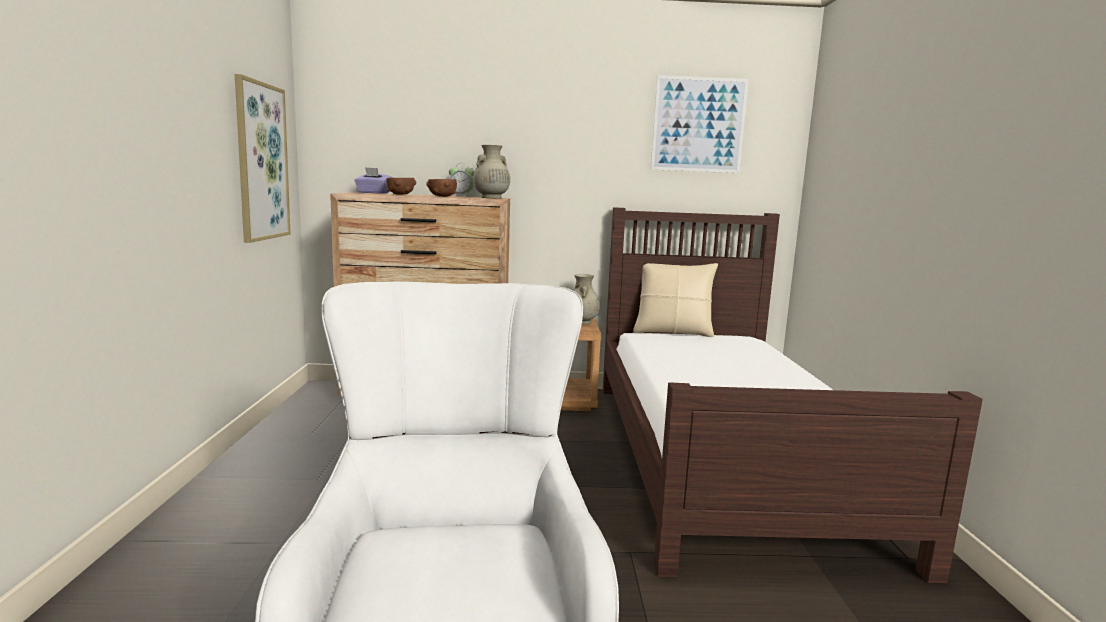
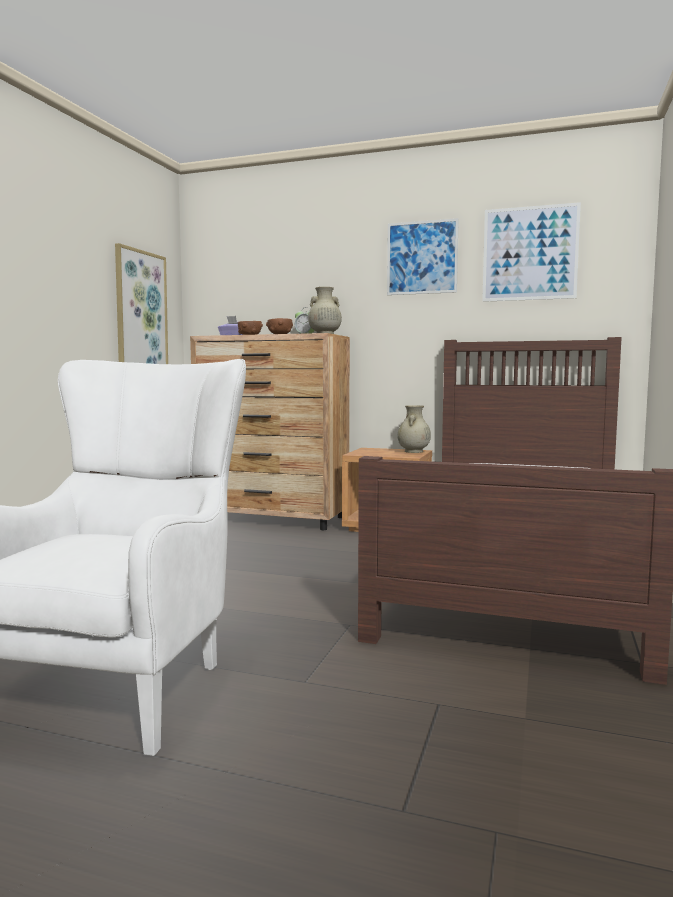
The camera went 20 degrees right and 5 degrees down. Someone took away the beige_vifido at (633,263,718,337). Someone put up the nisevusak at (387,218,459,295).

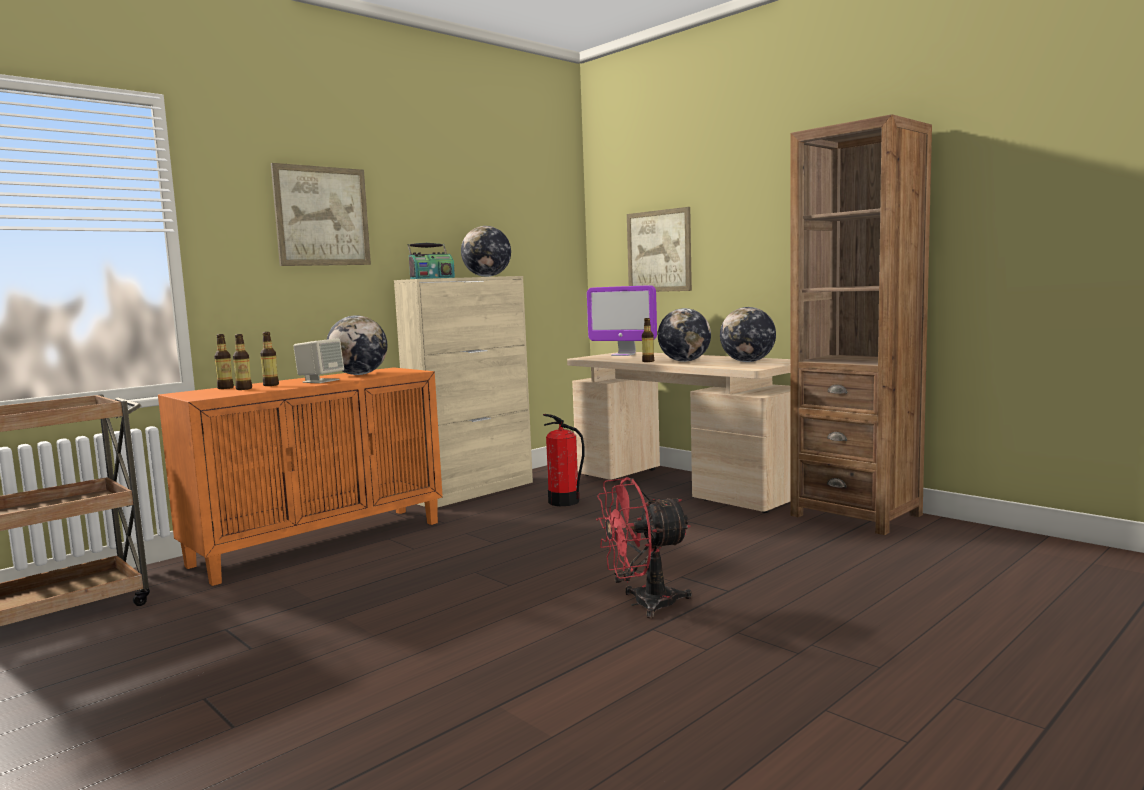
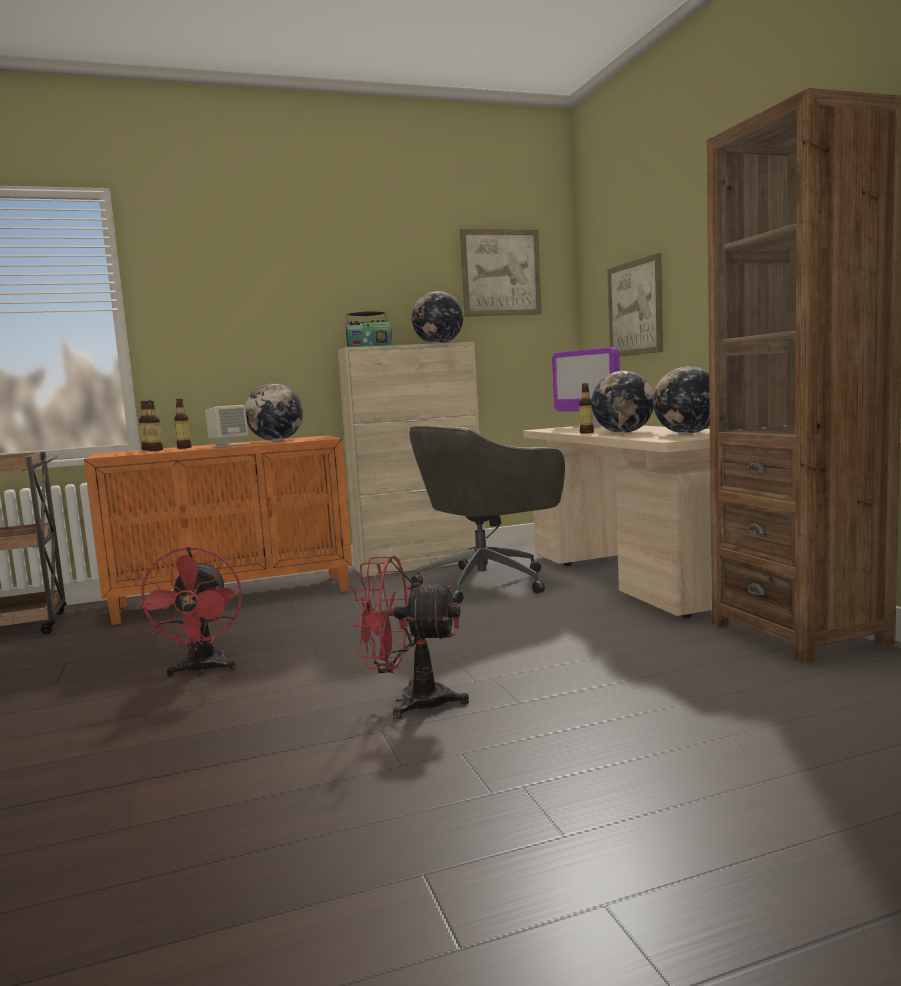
The camera went 25 degrees right and 0 degrees up. Someone carried the nisevusak from (271,163,371,266) to (460,229,542,317). Someone swapped the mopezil at (543,414,585,506) for the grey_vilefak at (409,426,565,603). Someone put down the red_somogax at (136,547,242,677).

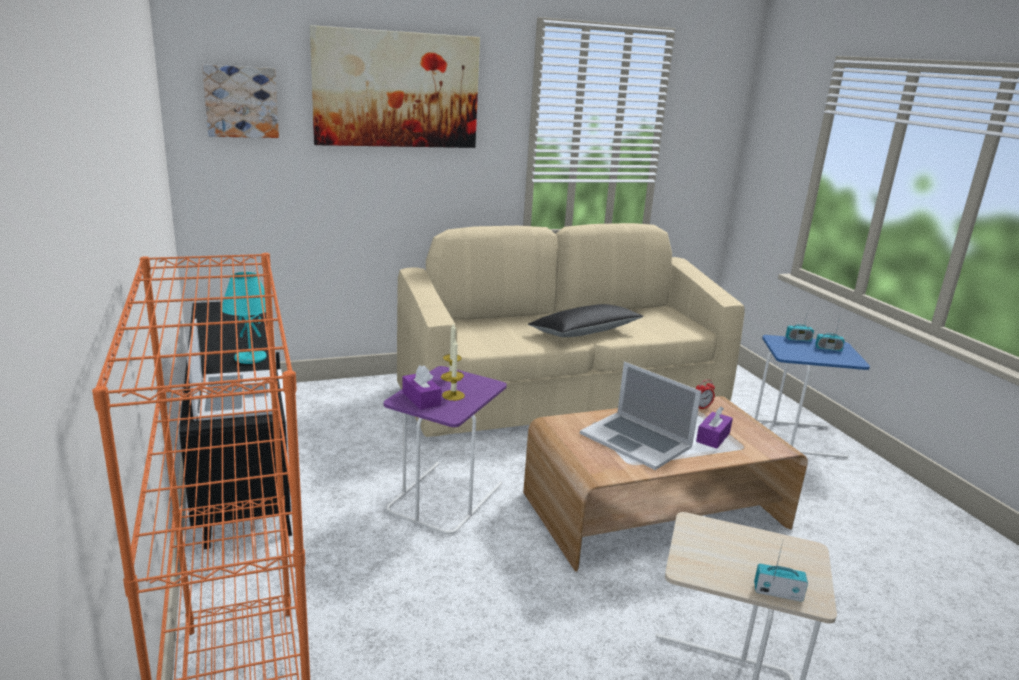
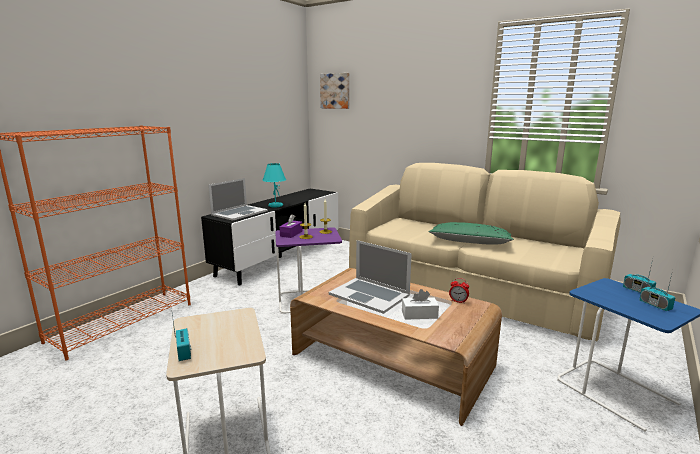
The camera went 55 degrees right and 5 degrees down. Someone took away the nisevusak at (310,25,480,148). Someone repainted the black_vifido at (528,304,644,337), which became the green_vifido at (428,222,514,245). Someone rotated the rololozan at (580,362,702,470) by 60 degrees counterclockwise. Someone repainted the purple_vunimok at (696,406,733,449), which became the white_vunimok at (402,289,439,320).

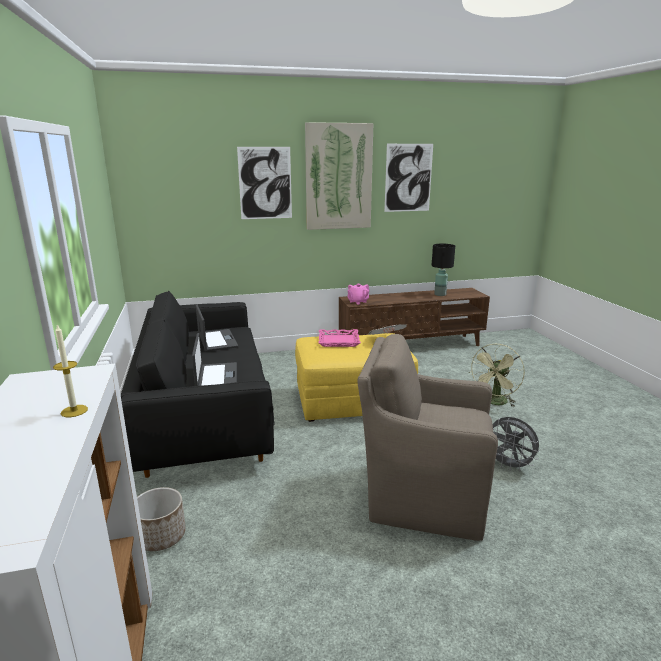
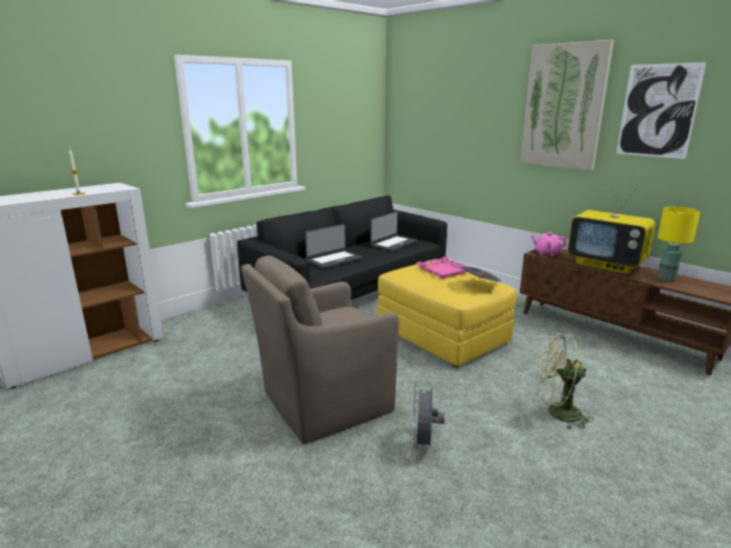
The camera went 60 degrees right and 0 degrees up. Someone took away the nisevusak at (237,147,292,219). Someone repainted the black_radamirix at (432,244,455,296), which became the yellow_radamirix at (657,207,700,282). Someone rotated the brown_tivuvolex at (357,334,498,541) by 105 degrees counterclockwise. Someone took away the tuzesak at (137,487,186,551). Someone put down the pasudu at (567,185,656,274).

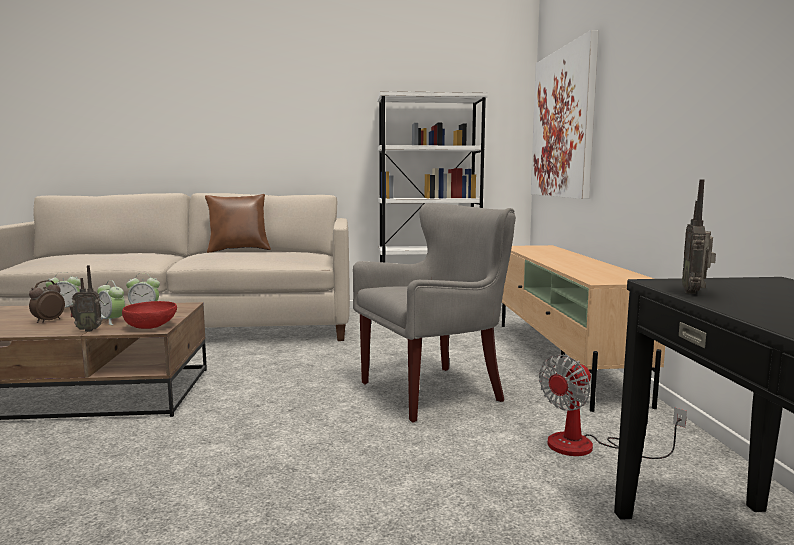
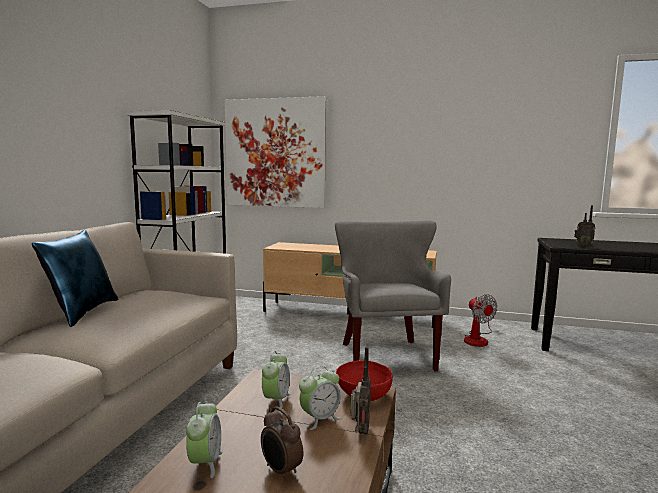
The camera went 70 degrees left and 0 degrees up. Someone repainted the brown_vifido at (205,194,271,253), which became the blue_vifido at (32,230,119,327).

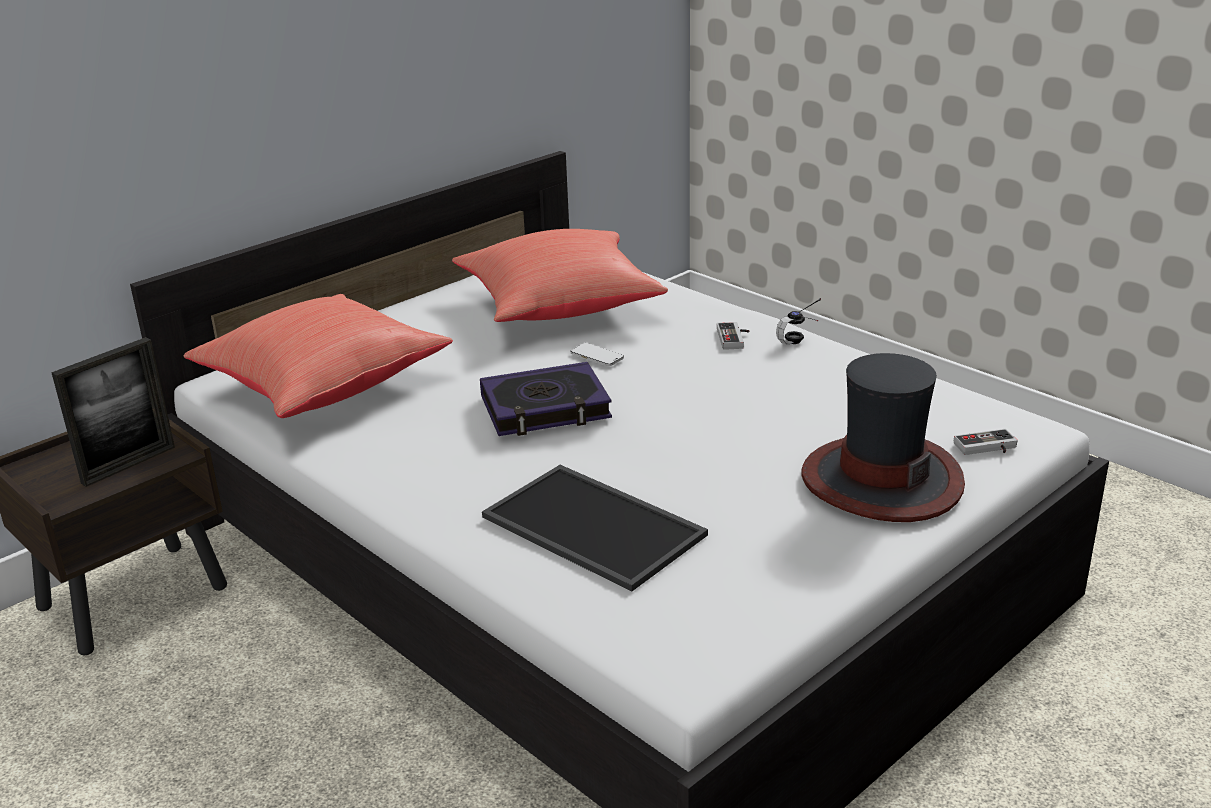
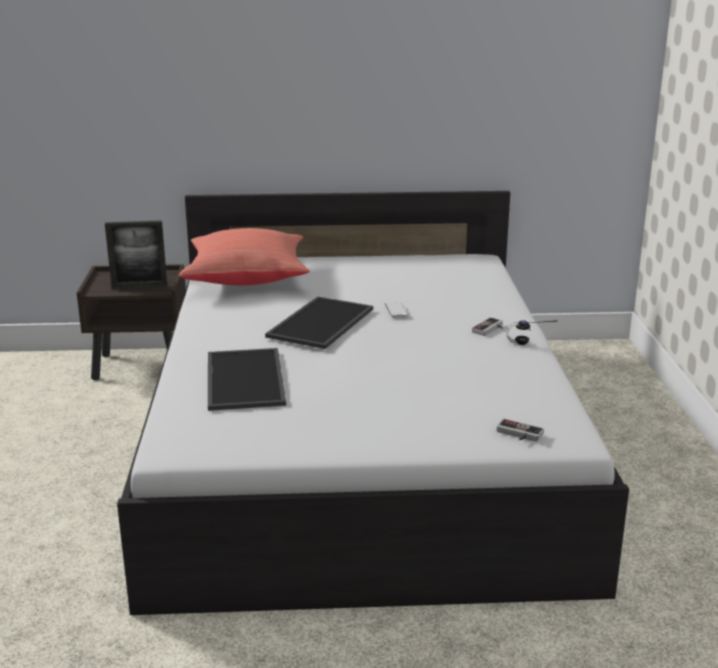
The camera went 40 degrees right and 5 degrees down. Someone took away the red_vifido at (452,229,668,322). Someone took away the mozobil at (802,353,965,522). Someone swapped the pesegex at (480,362,612,436) for the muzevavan at (265,296,373,349).

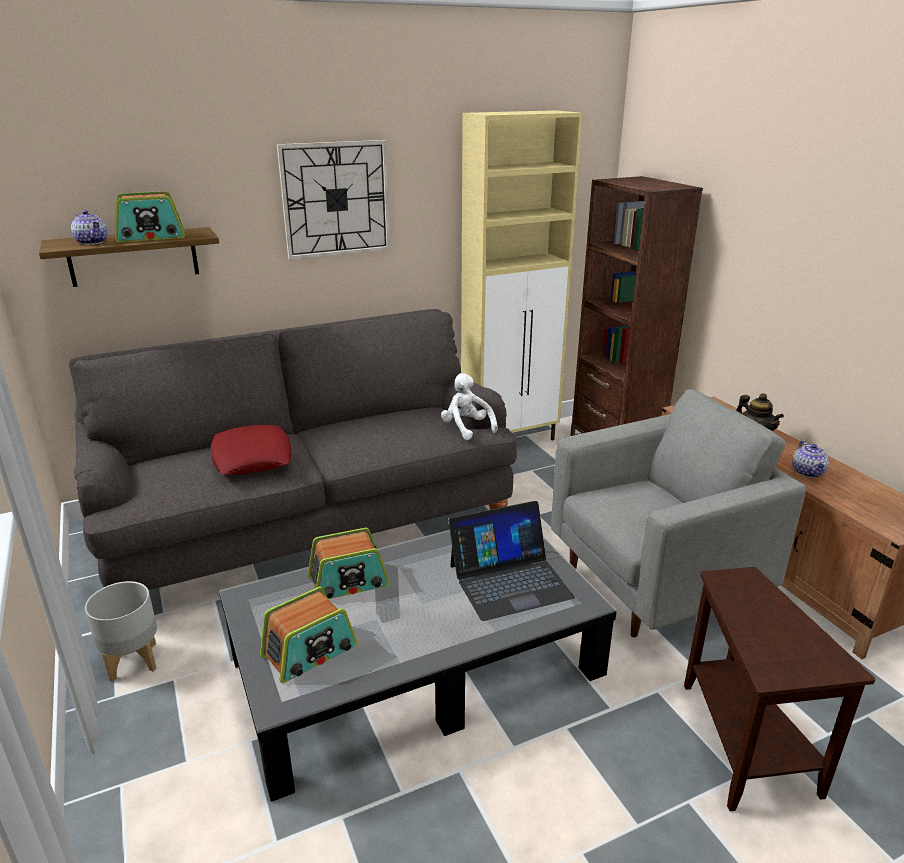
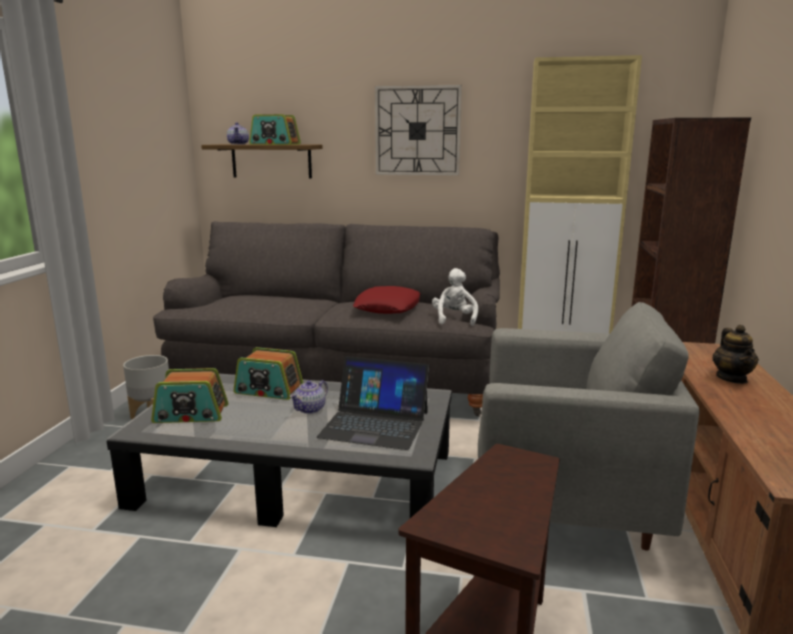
The camera went 35 degrees right and 10 degrees down. Someone carried the red_vifido from (211,425,291,475) to (353,286,420,314). Someone carried the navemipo from (792,440,829,478) to (290,380,328,414).

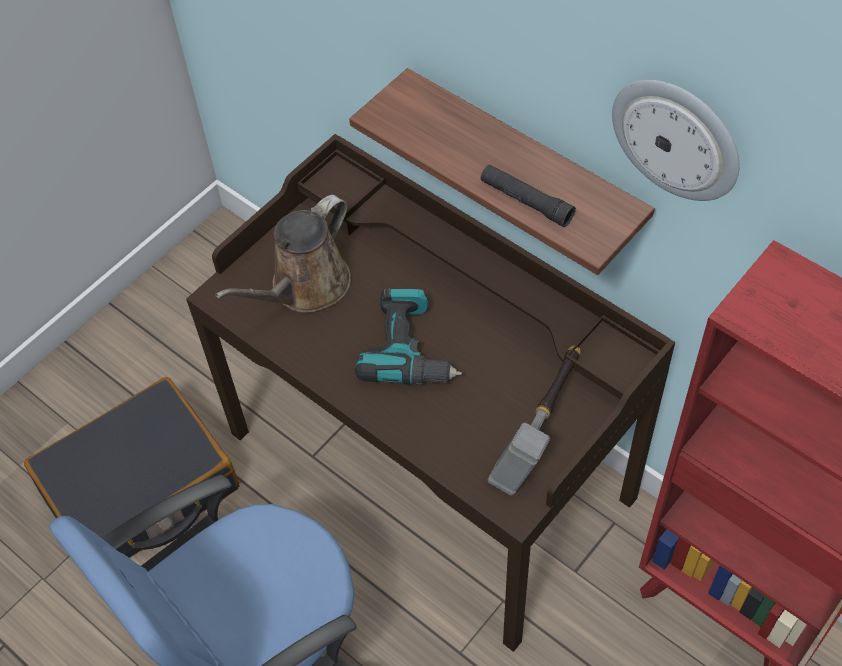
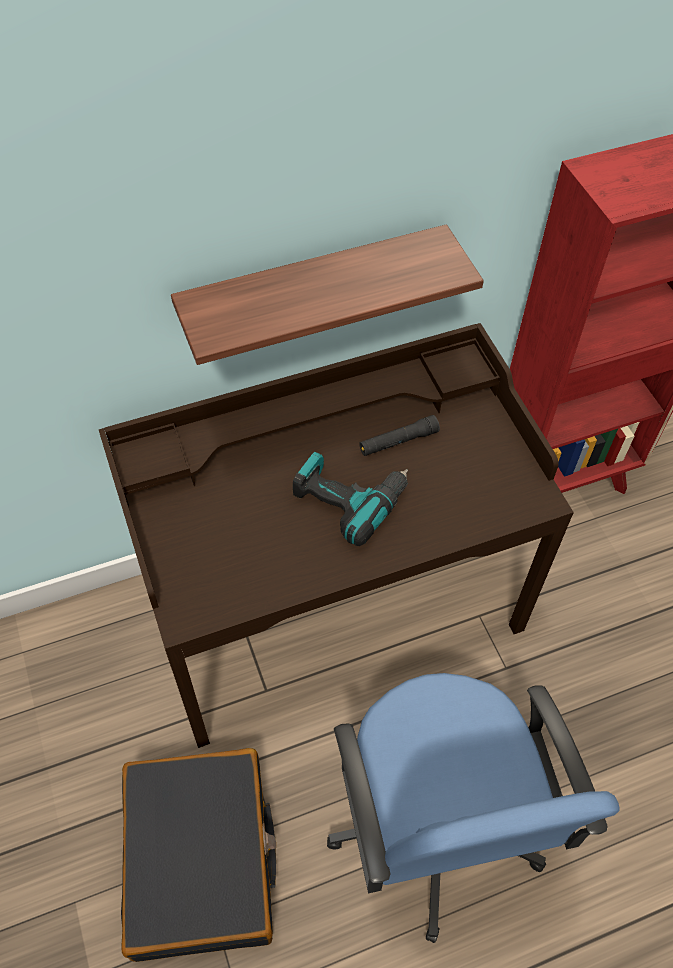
The camera went 65 degrees left and 0 degrees up. Someone took away the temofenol at (612,80,740,201). Someone carried the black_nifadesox from (481,165,576,227) to (359,415,440,456). Someone took away the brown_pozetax at (215,195,351,313). Someone took away the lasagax at (487,346,581,496).

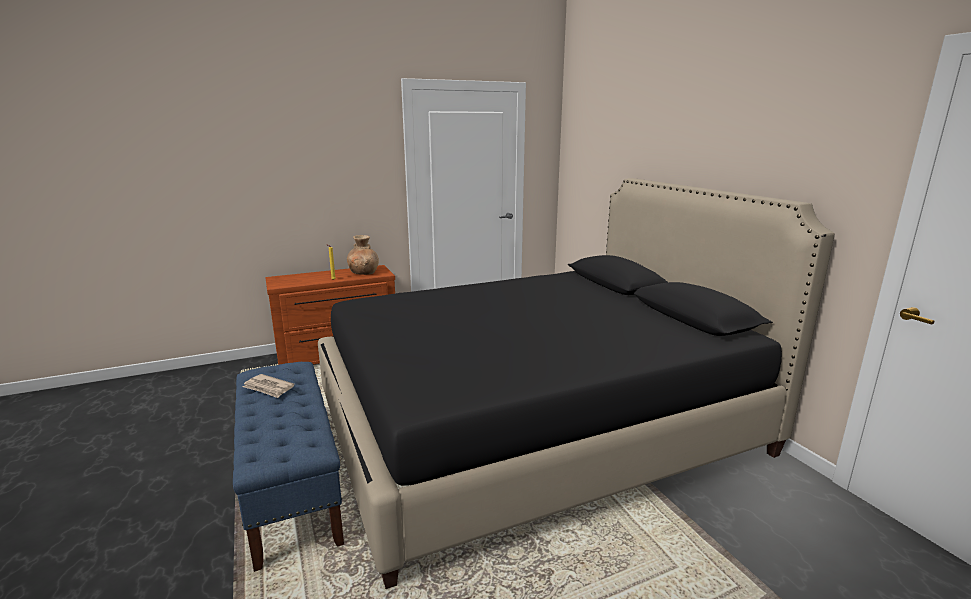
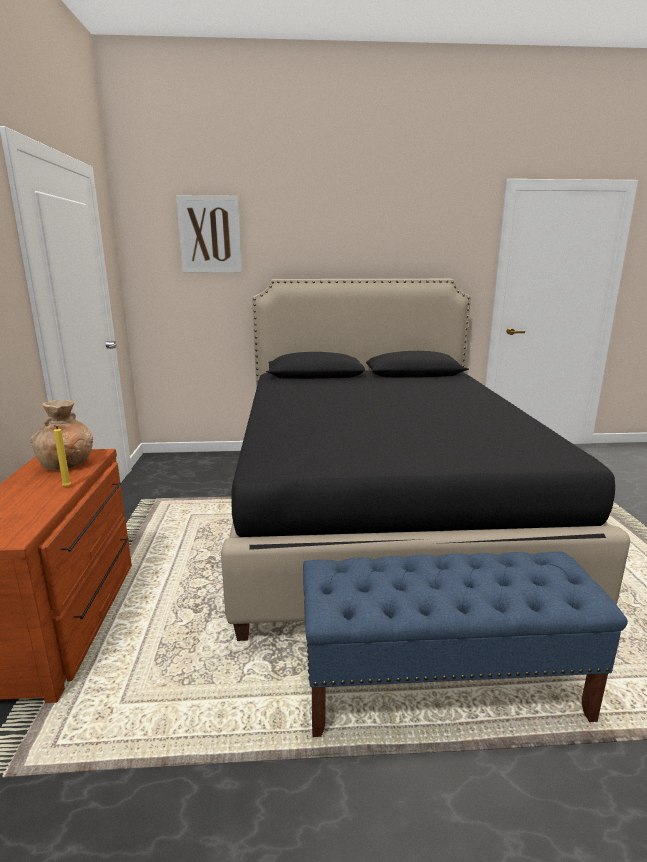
The camera went 70 degrees left and 0 degrees up. Someone took away the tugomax at (243,374,295,398). Someone put up the nisevusak at (176,195,242,273).

